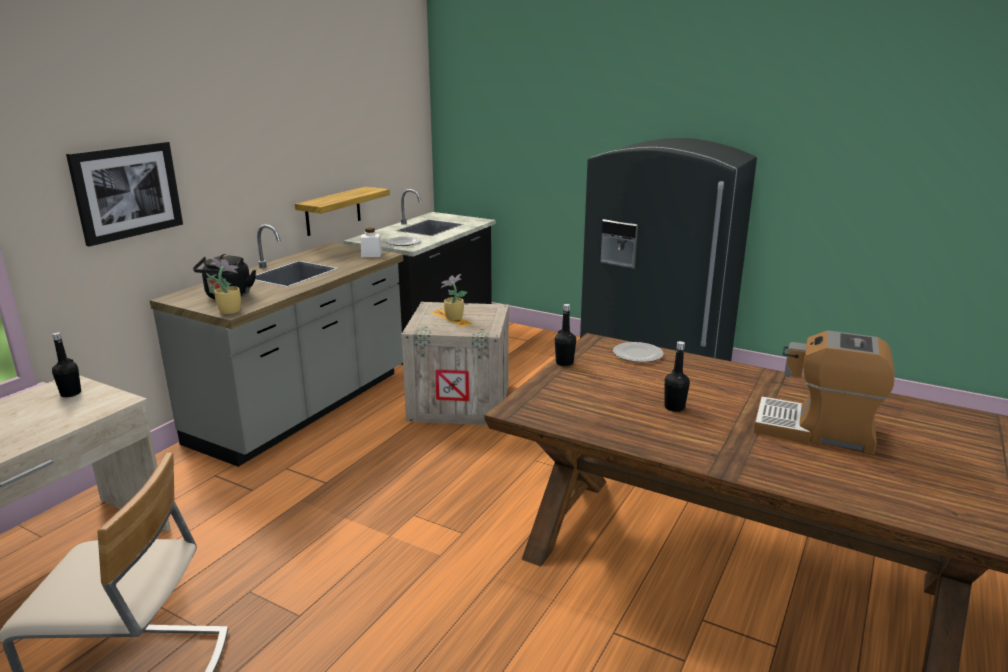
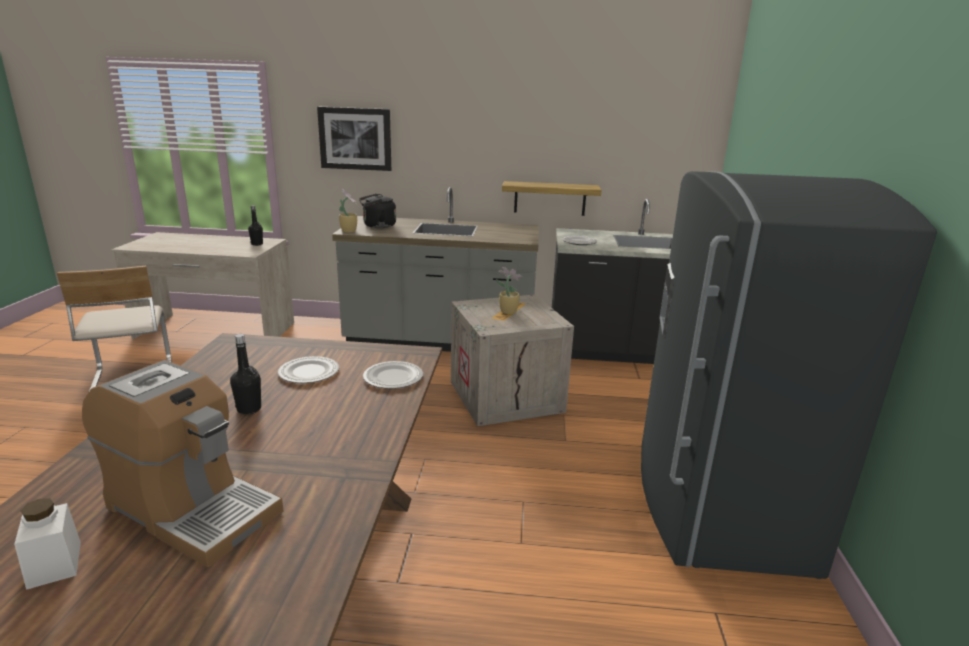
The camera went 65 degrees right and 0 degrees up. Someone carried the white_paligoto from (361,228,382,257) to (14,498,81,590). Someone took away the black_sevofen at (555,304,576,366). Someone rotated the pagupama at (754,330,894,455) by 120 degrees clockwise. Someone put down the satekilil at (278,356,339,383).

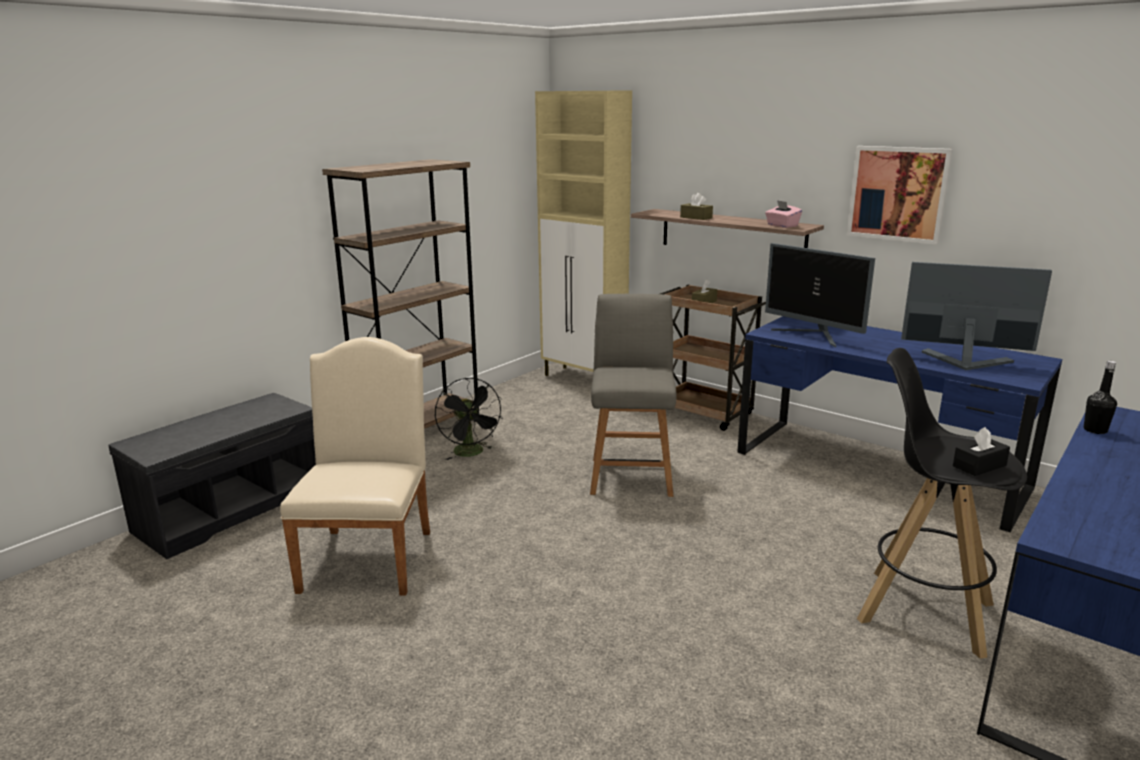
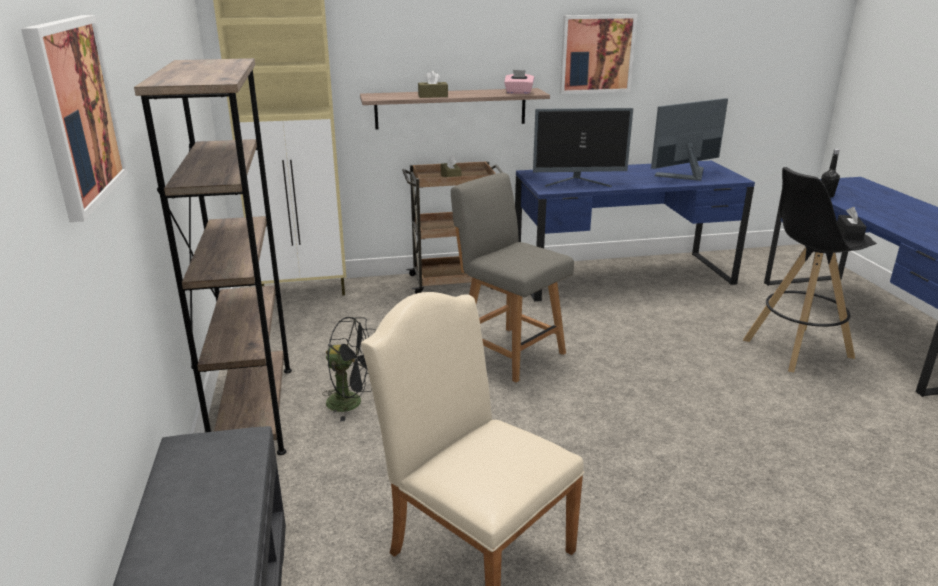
The camera went 50 degrees left and 5 degrees up. Someone put up the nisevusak at (21,15,128,222).

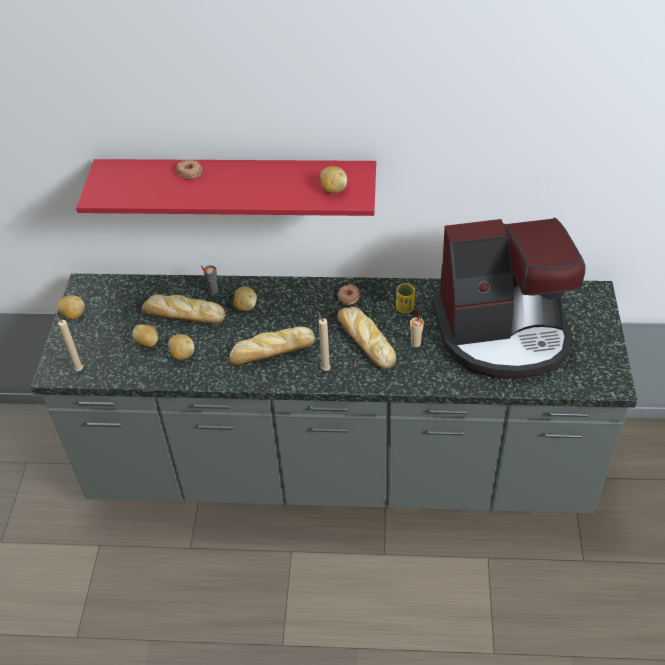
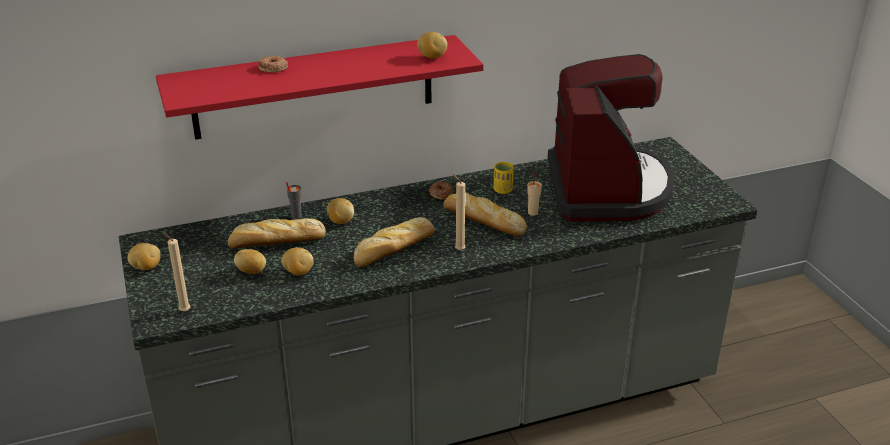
The camera went 25 degrees left and 15 degrees down. Someone rotated the pagupama at (432,218,586,379) by 60 degrees counterclockwise.

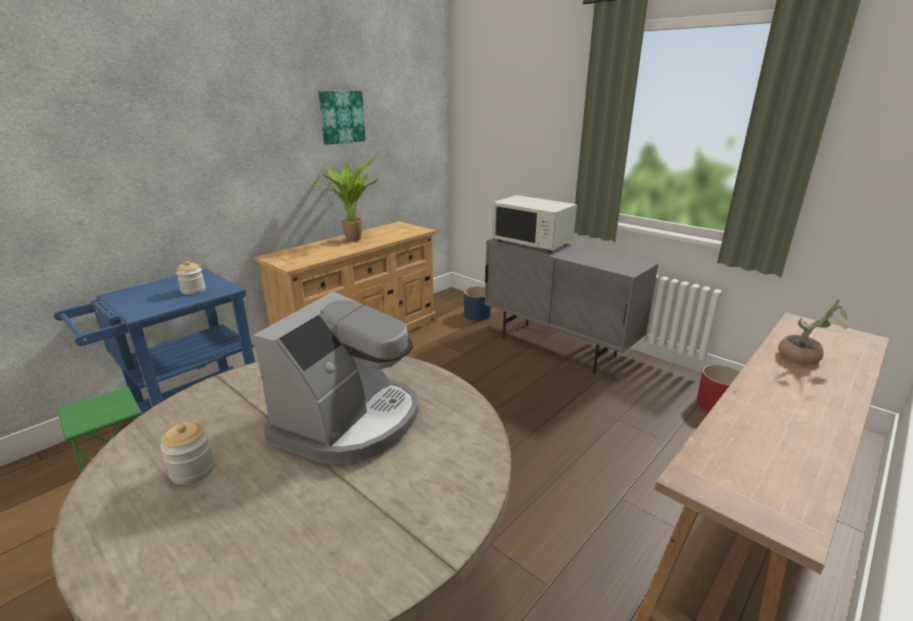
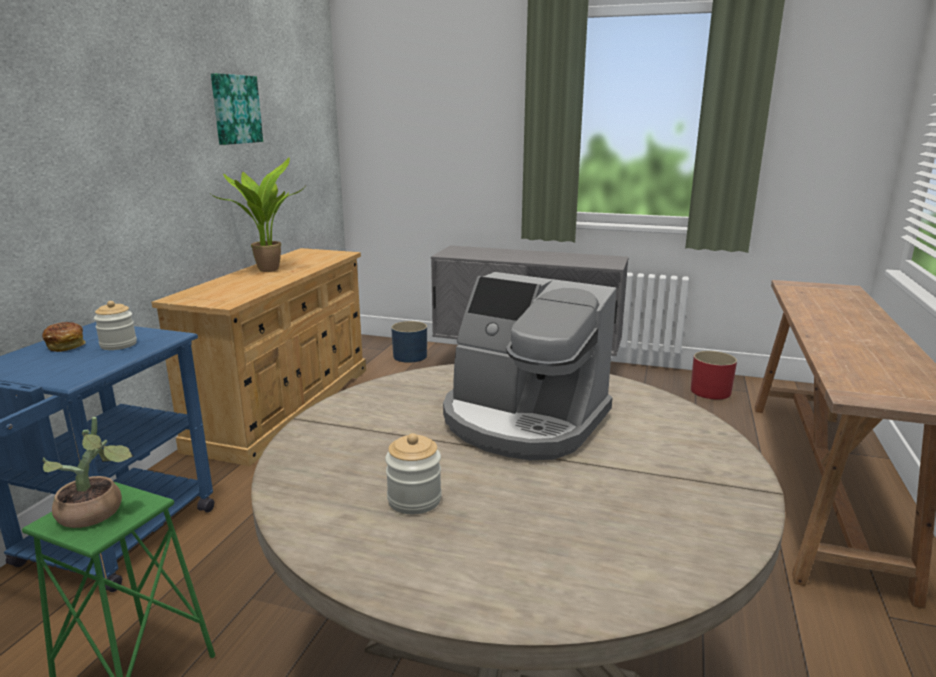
The camera went 25 degrees left and 5 degrees down. Someone took away the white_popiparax at (492,195,577,253). Someone rotated the pagupama at (253,291,419,464) by 120 degrees clockwise. Someone carried the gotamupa from (778,298,848,365) to (42,417,134,528). Someone put down the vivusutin at (42,322,86,352).

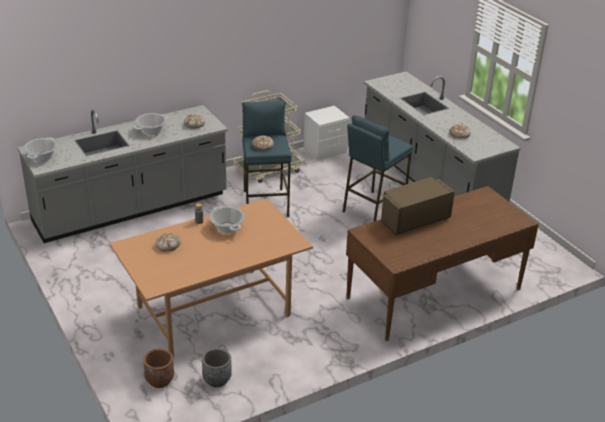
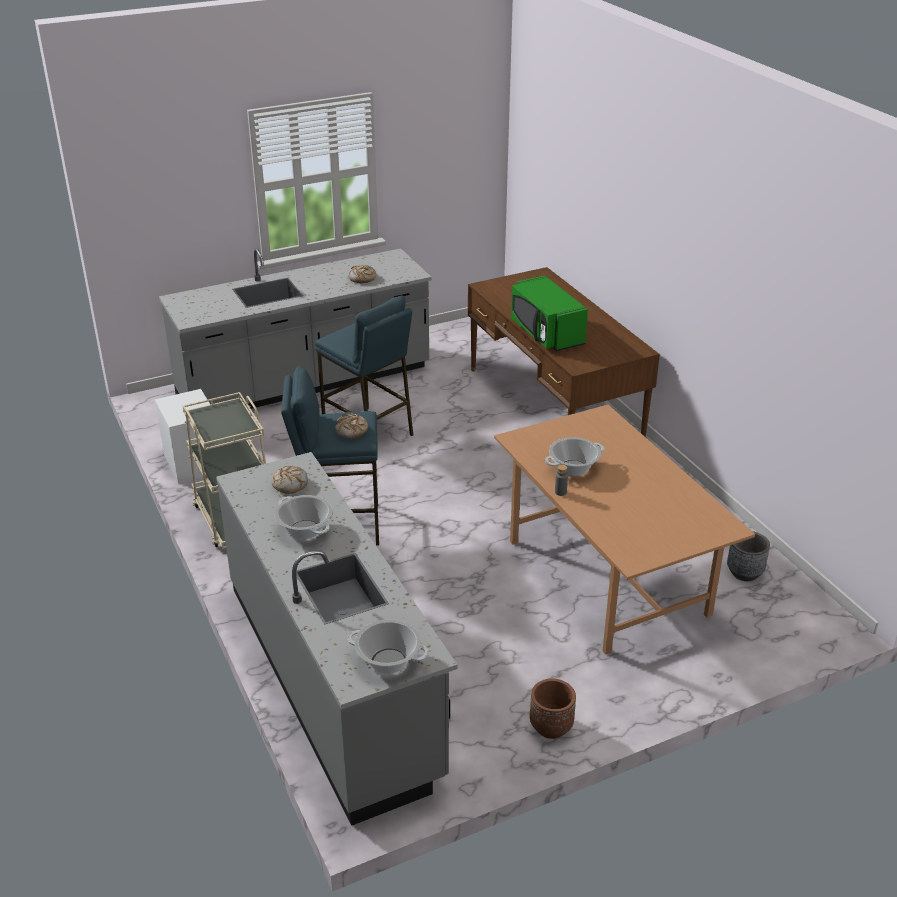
The camera went 85 degrees left and 0 degrees up. Someone repainted the brown_popiparax at (381,177,455,235), which became the green_popiparax at (511,275,588,351). Someone took away the vivusutin at (156,233,181,251). Someone carried the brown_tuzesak from (143,349,174,388) to (530,678,576,739).

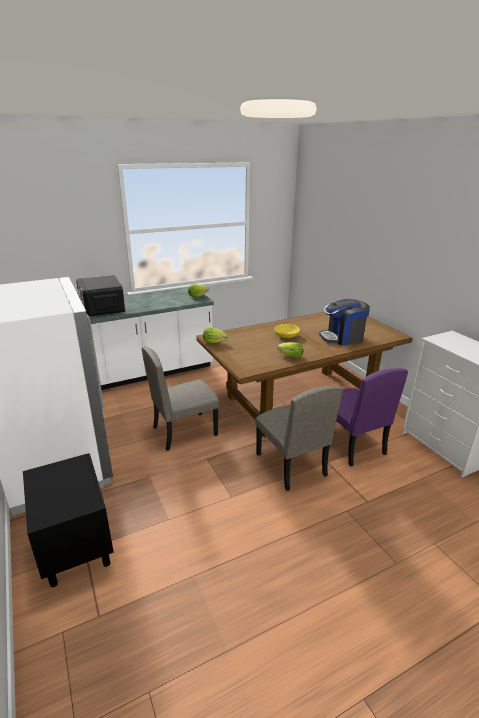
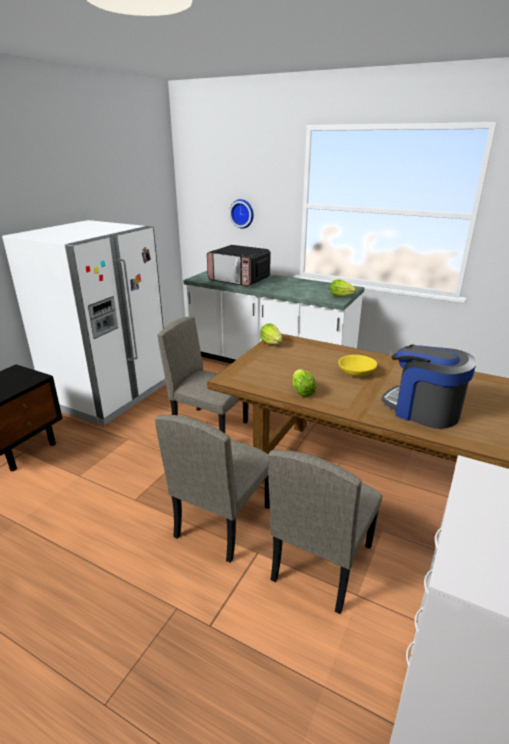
The camera went 55 degrees right and 0 degrees up. Someone rotated the popiparax at (76,275,125,317) by 90 degrees counterclockwise. Someone repainted the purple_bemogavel at (336,368,408,466), which became the beige_bemogavel at (268,450,382,614). Someone put up the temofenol at (229,199,254,229).

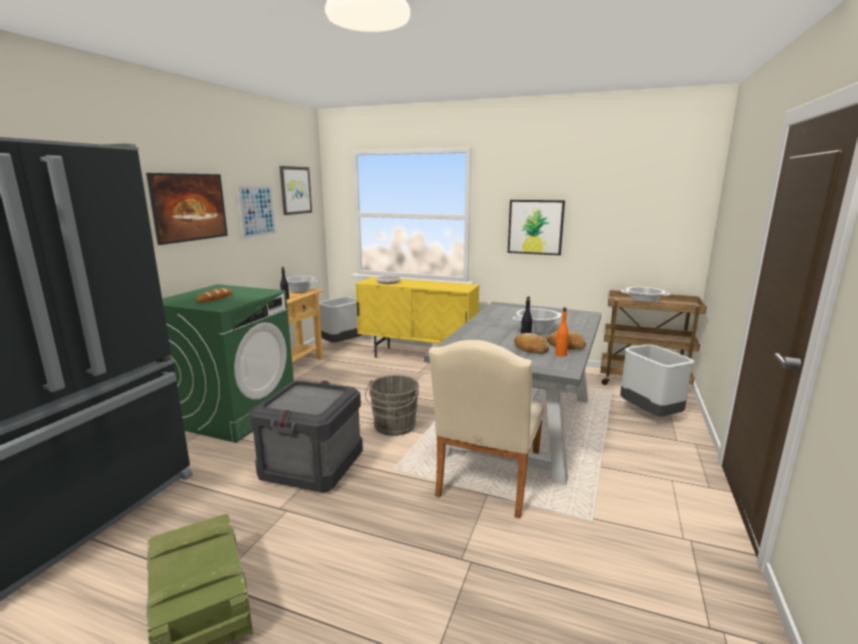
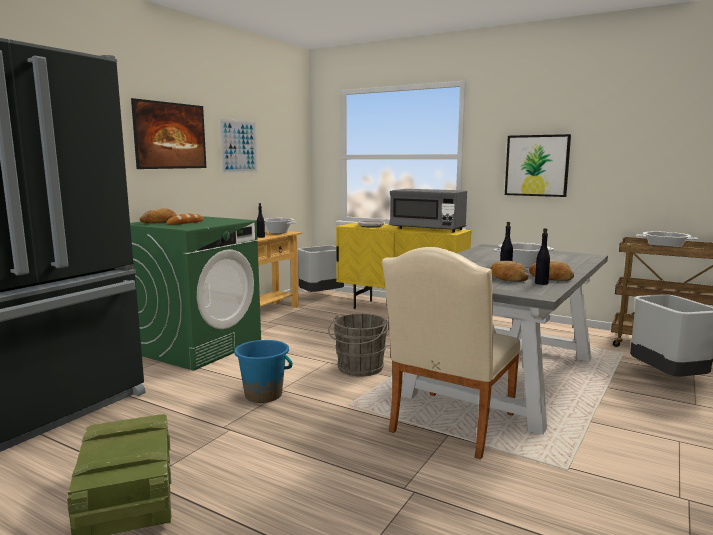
The camera went 10 degrees right and 5 degrees down. Someone took away the nisevusak at (279,166,312,215). Someone repainted the orange_sevofen at (555,307,569,356), which became the black_sevofen at (535,228,550,285). Someone swapped the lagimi at (249,380,363,493) for the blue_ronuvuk at (234,340,293,403). Someone put down the grey_popiparax at (389,189,467,232). Someone put down the vivusutin at (140,208,177,223).

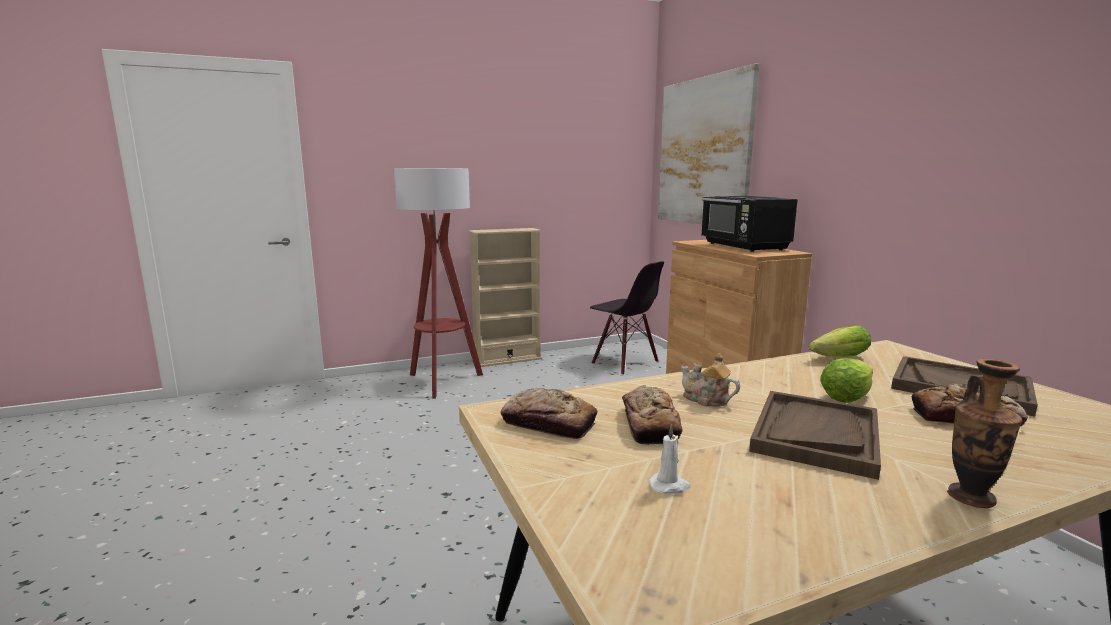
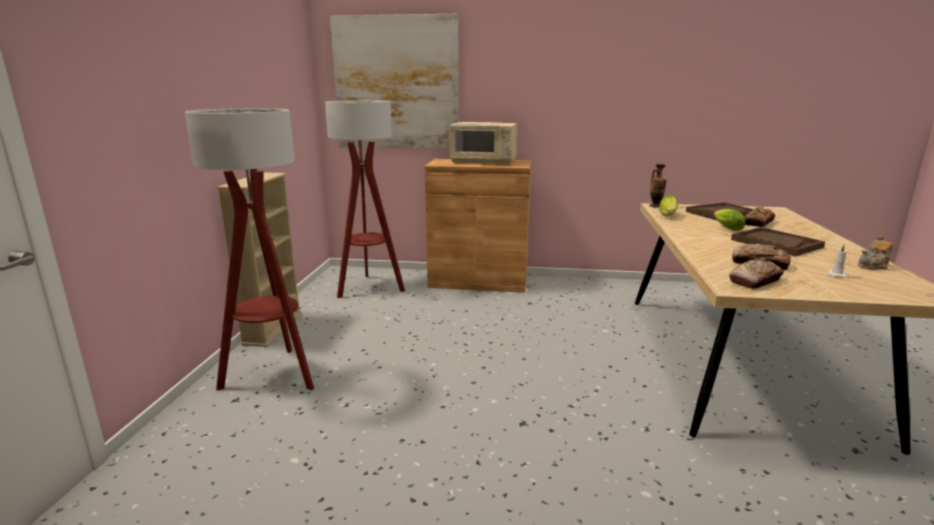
The camera went 60 degrees left and 5 degrees up. Someone repainted the black_popiparax at (702,196,798,252), which became the beige_popiparax at (449,122,518,165). Someone swapped the black_bemogavel at (590,261,664,375) for the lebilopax at (325,100,405,298). Someone carried the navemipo from (681,353,740,407) to (858,235,894,269). Someone carried the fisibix from (947,359,1022,508) to (649,164,667,208).

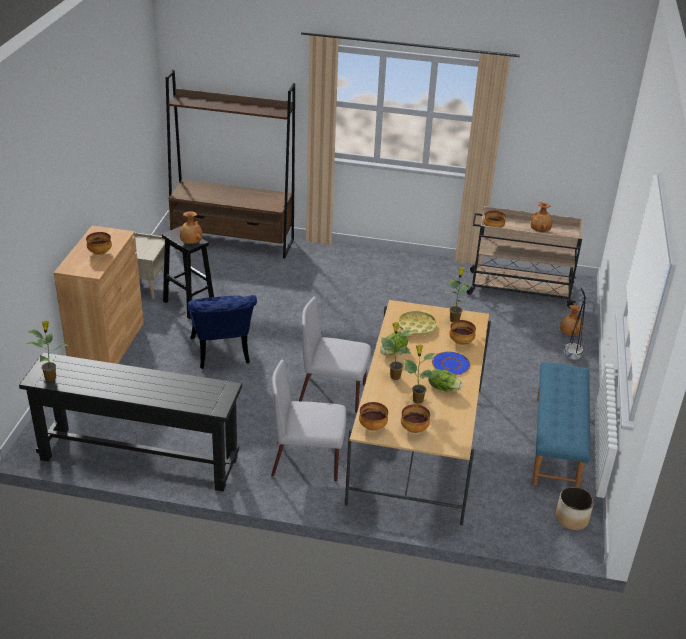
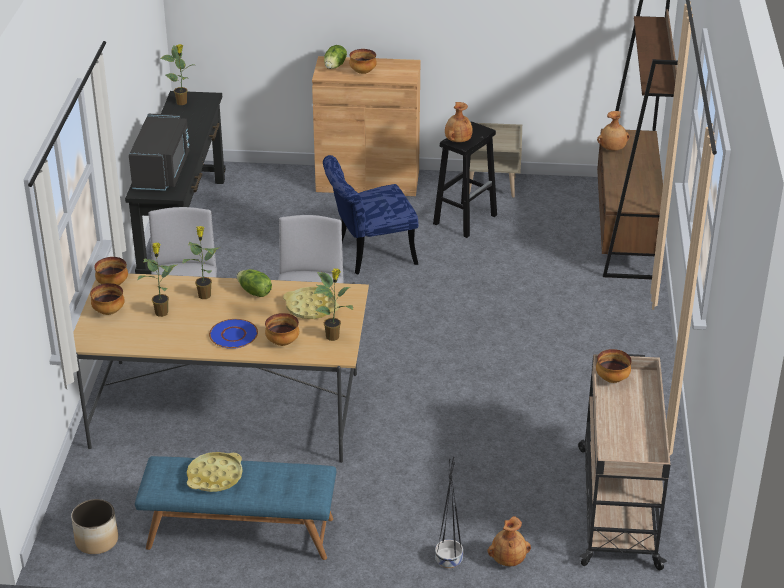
The camera went 85 degrees right and 0 degrees up. Someone carried the brown_fisibix from (531,202,552,232) to (597,111,630,150). Someone carried the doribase from (429,369,463,392) to (324,45,347,69). Someone put down the black_popiparax at (129,114,189,191). Someone put down the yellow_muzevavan at (187,452,243,492).

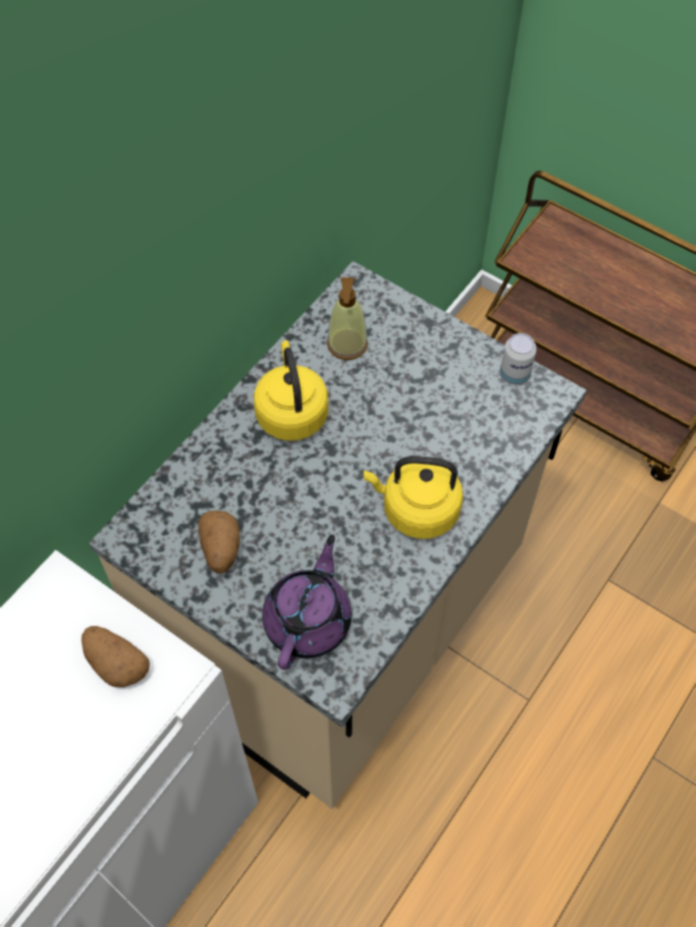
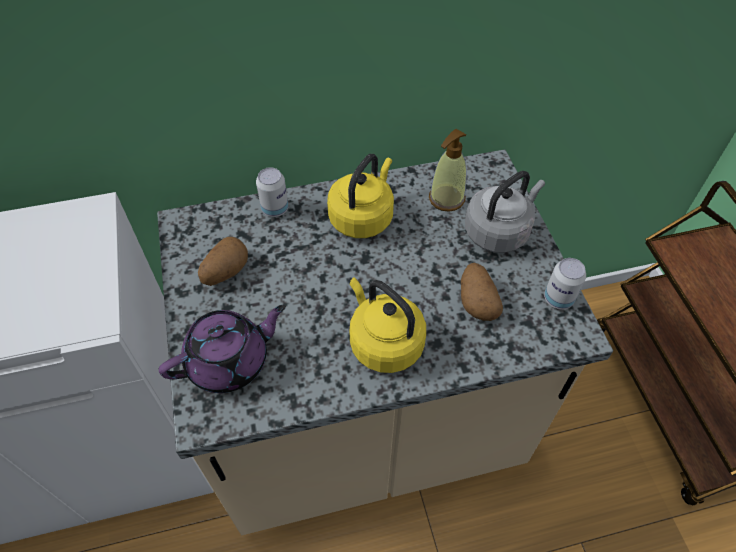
The camera went 40 degrees right and 5 degrees down. Someone carried the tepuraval from (81,626,150,687) to (461,263,503,321). Someone put down the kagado at (256,167,289,217). Someone put down the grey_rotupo at (465,171,545,253).

